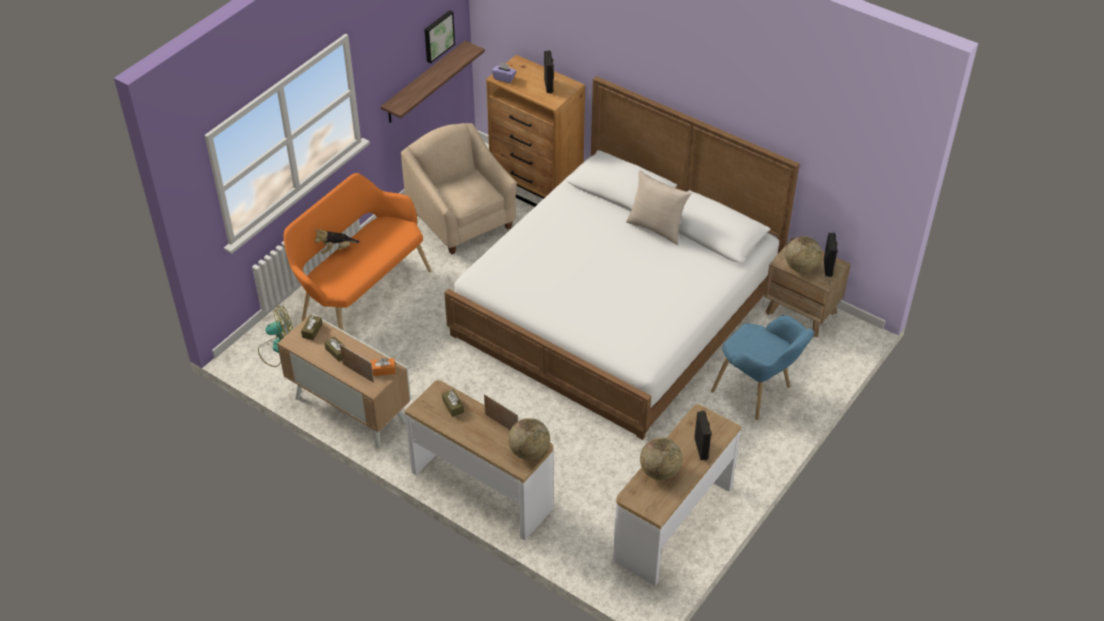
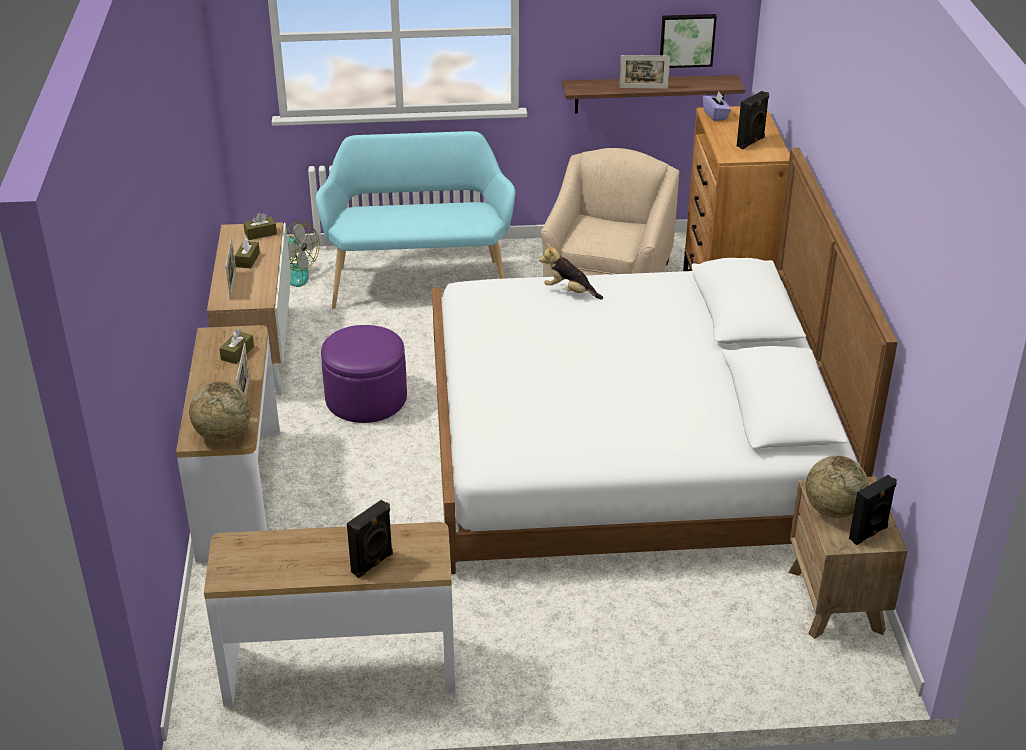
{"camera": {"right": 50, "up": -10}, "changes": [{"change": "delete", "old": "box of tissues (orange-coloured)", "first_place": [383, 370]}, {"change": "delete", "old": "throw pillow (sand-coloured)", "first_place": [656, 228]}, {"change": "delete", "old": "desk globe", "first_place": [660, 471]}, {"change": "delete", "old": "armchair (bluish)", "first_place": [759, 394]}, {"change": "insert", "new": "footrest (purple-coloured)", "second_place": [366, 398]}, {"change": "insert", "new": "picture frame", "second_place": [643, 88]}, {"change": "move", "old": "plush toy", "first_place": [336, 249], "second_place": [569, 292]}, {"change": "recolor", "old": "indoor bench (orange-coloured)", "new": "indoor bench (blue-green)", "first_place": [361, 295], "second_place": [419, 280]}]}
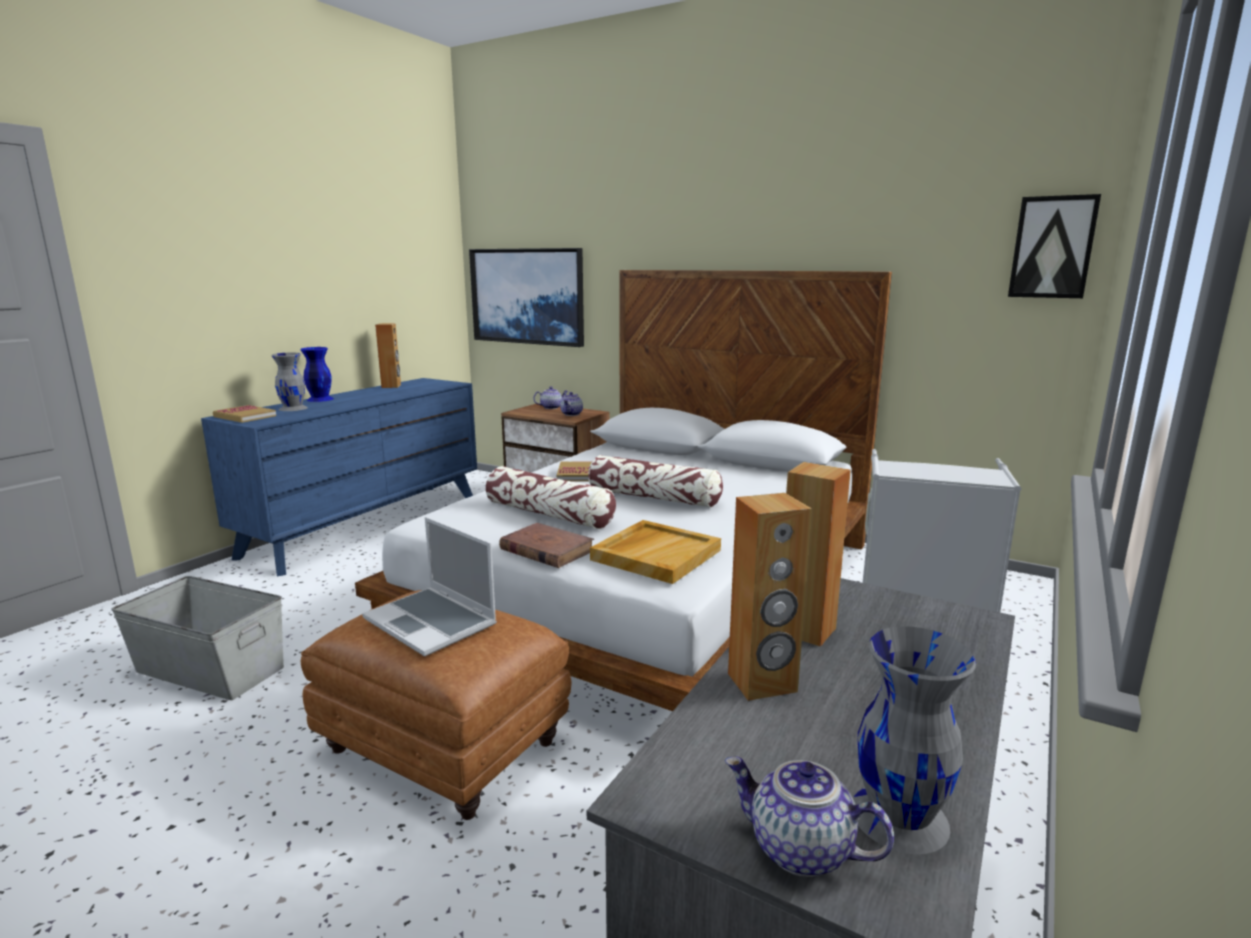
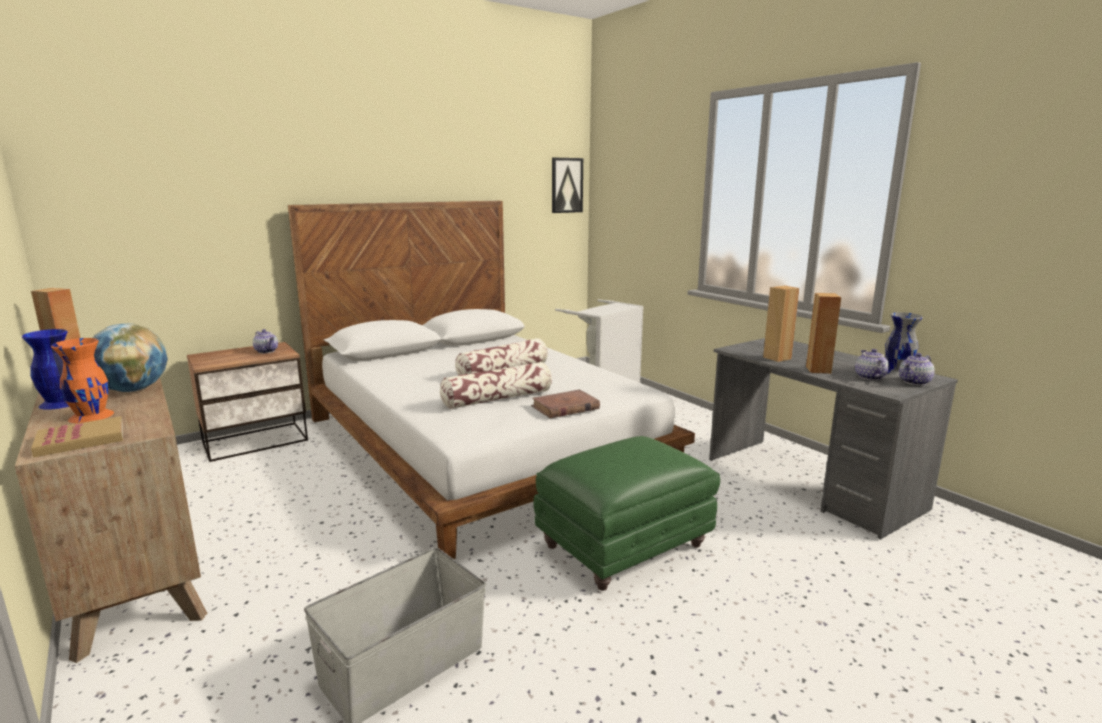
{"camera": {"right": -65, "up": 0}, "changes": [{"change": "delete", "old": "notebook computer", "first_place": [432, 622]}, {"change": "delete", "old": "picture", "first_place": [527, 296]}, {"change": "delete", "old": "book", "first_place": [577, 474]}, {"change": "delete", "old": "carrying tray (sand-coloured)", "first_place": [656, 554]}, {"change": "insert", "new": "desk globe", "second_place": [133, 390]}, {"change": "move", "old": "tea pot", "first_place": [551, 407], "second_place": [869, 377]}, {"change": "recolor", "old": "dresser (bluish)", "new": "dresser (brownish)", "first_place": [367, 525], "second_place": [134, 548]}, {"change": "recolor", "old": "vase (greyish)", "new": "vase (orange-coloured)", "first_place": [293, 408], "second_place": [91, 416]}, {"change": "recolor", "old": "footrest (brownish)", "new": "footrest (green)", "first_place": [446, 748], "second_place": [624, 546]}]}
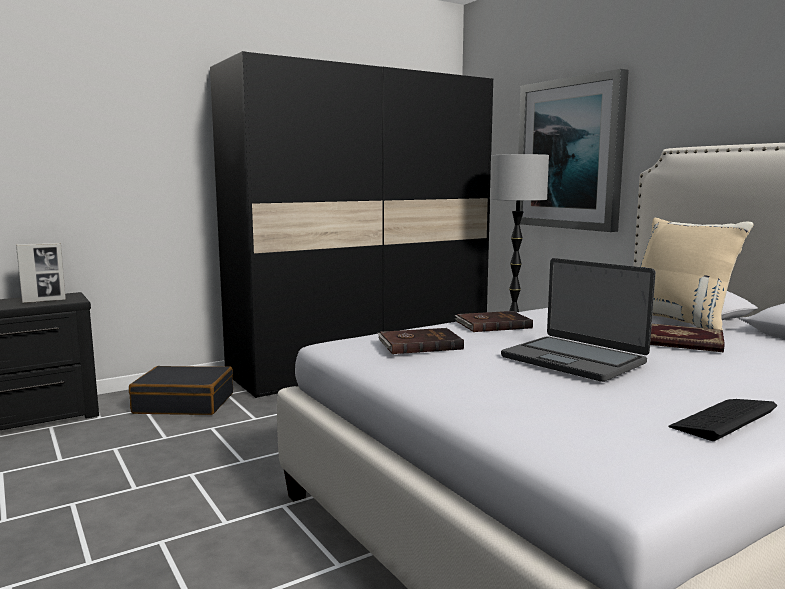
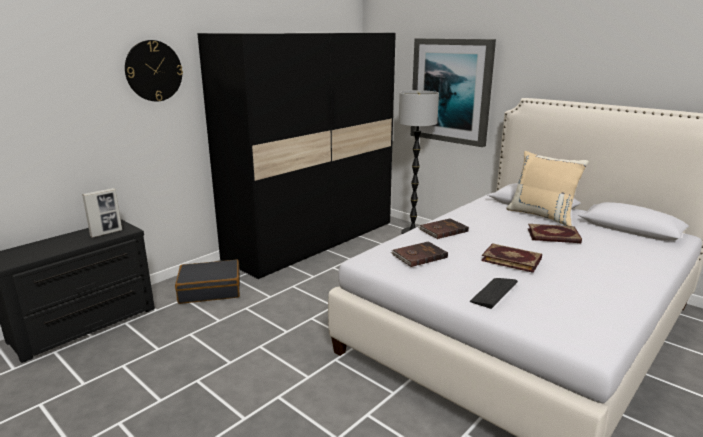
{"camera": {"right": -15, "up": 10}, "changes": [{"change": "insert", "new": "wall clock", "second_place": [154, 71]}, {"change": "move", "old": "PC keyboard", "first_place": [723, 419], "second_place": [494, 293]}, {"change": "replace", "old": "notebook computer", "new": "book", "first_place": [574, 360], "second_place": [511, 259]}]}
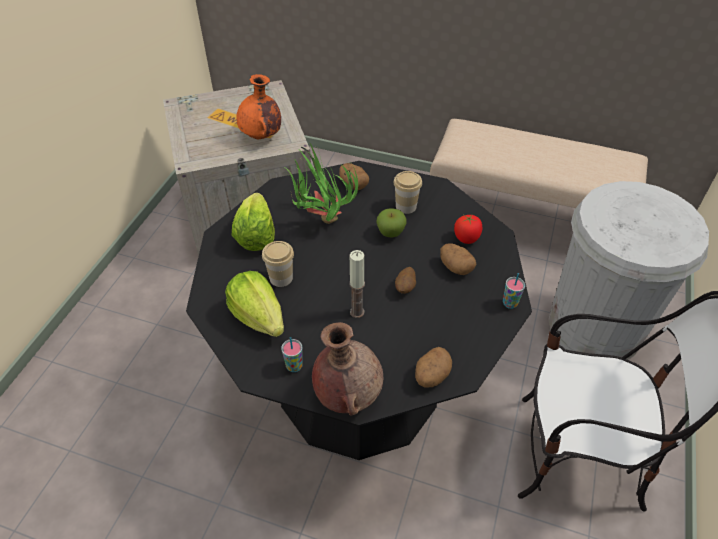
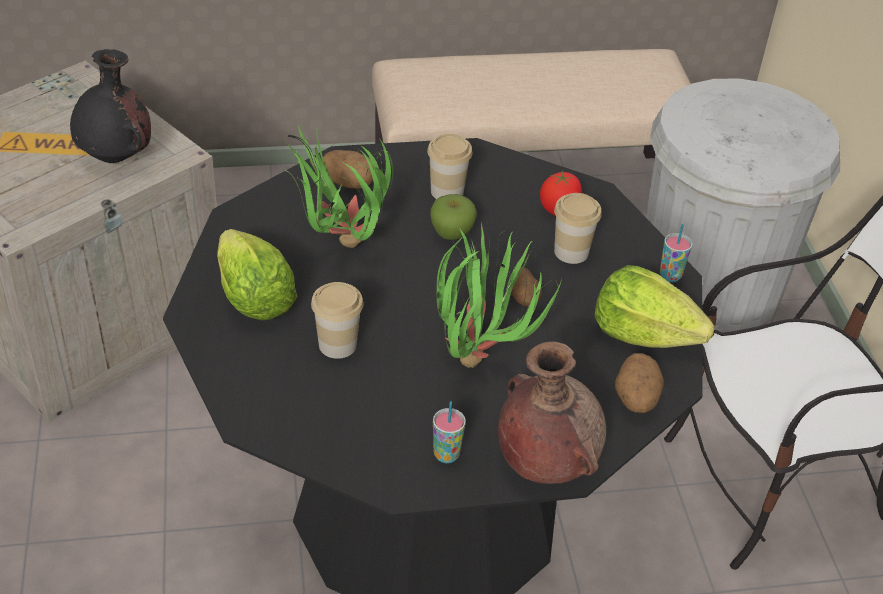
{"camera": {"right": -30, "up": -5}, "changes": [{"change": "move", "old": "lettuce", "first_place": [259, 317], "second_place": [643, 334]}, {"change": "replace", "old": "candle", "new": "potted plant", "first_place": [357, 312], "second_place": [481, 353]}, {"change": "replace", "old": "whole potato", "new": "cup", "first_place": [455, 267], "second_place": [571, 252]}, {"change": "recolor", "old": "vase (orange-coloured)", "new": "vase (black)", "first_place": [261, 136], "second_place": [117, 157]}]}
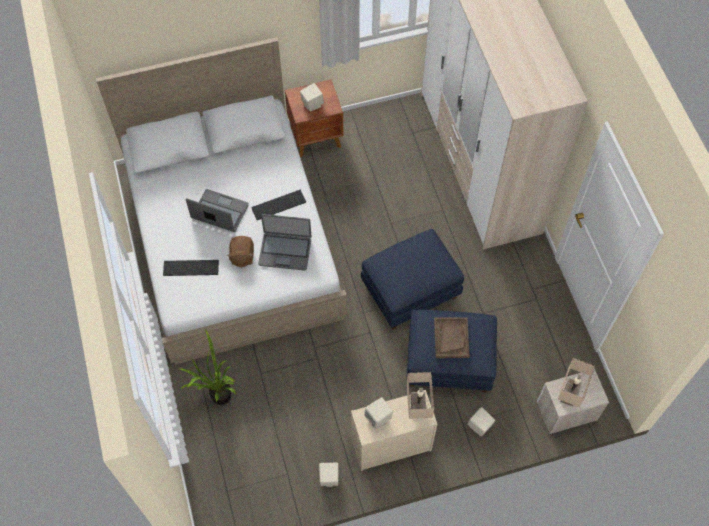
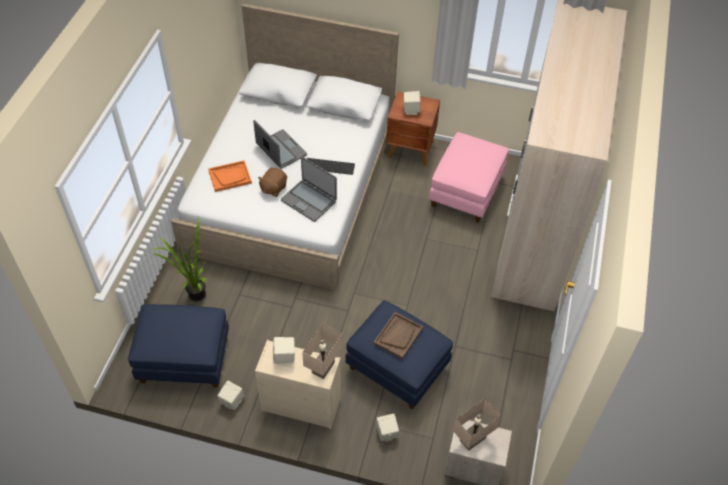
{"camera": {"right": 30, "up": -10}, "changes": [{"change": "insert", "new": "footrest (pink)", "second_place": [466, 192]}, {"change": "move", "old": "footrest (bluish)", "first_place": [410, 292], "second_place": [184, 360]}, {"change": "replace", "old": "PC keyboard", "new": "carrying tray (orange-coloured)", "first_place": [191, 267], "second_place": [230, 177]}]}
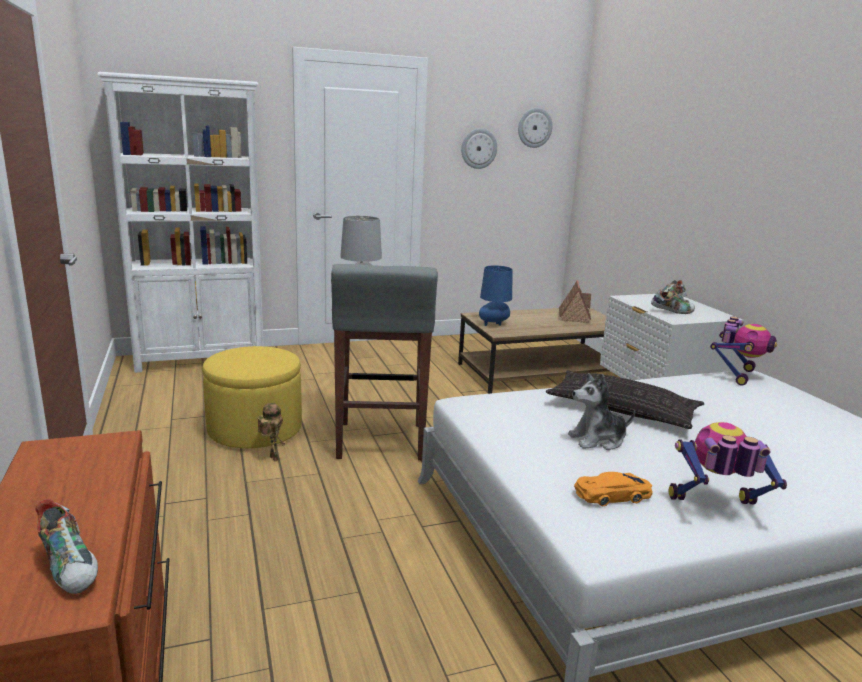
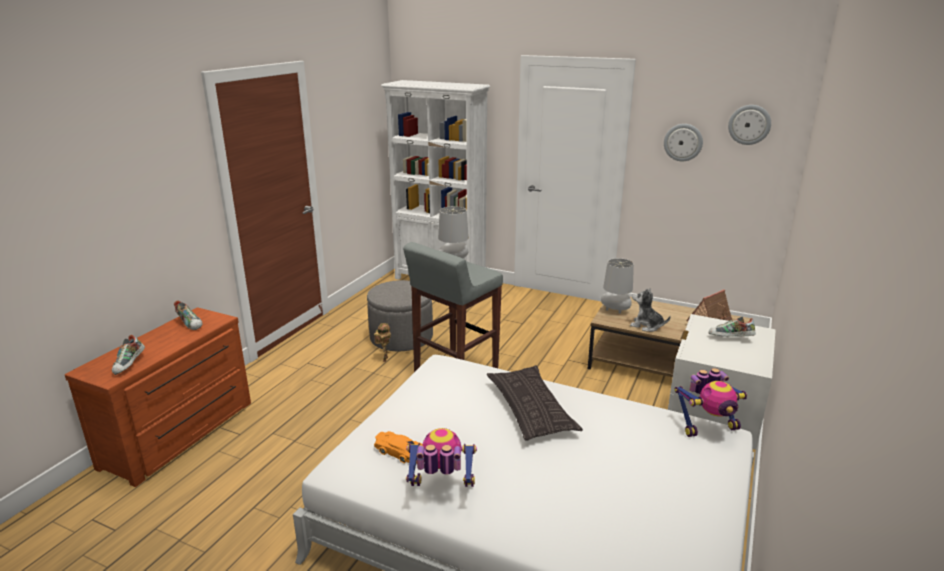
{"camera": {"right": 45, "up": 5}, "changes": [{"change": "move", "old": "plush toy", "first_place": [598, 440], "second_place": [646, 326]}, {"change": "move", "old": "item of footwear", "first_place": [671, 312], "second_place": [191, 324]}, {"change": "recolor", "old": "footrest (yellow-coloured)", "new": "footrest (greyish)", "first_place": [255, 429], "second_place": [401, 338]}, {"change": "recolor", "old": "table lamp (bluish)", "new": "table lamp (greyish)", "first_place": [493, 324], "second_place": [615, 311]}, {"change": "rotate", "old": "robot figure", "first_place": [715, 507], "second_place": [441, 491], "degrees": -45}]}
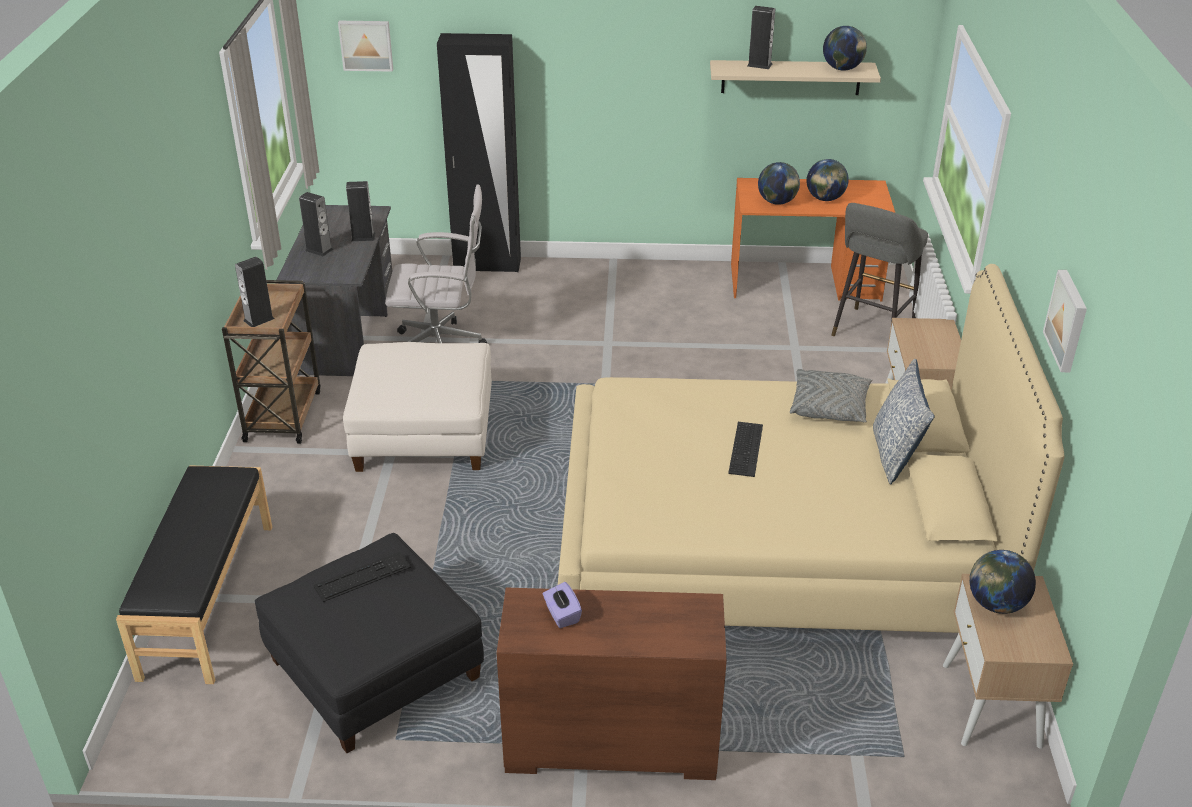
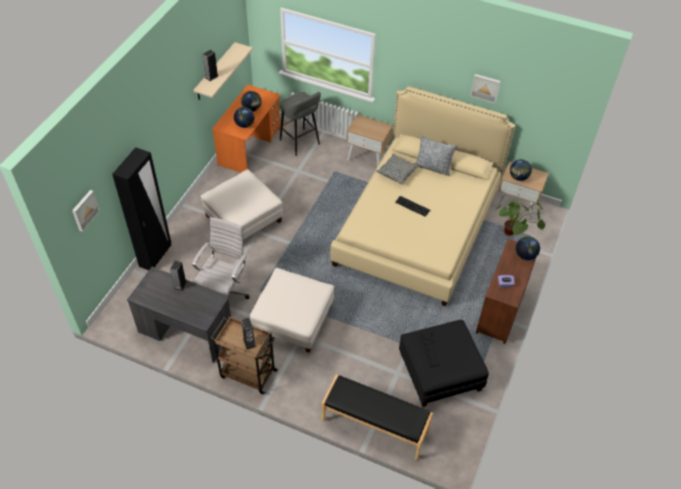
{"camera": {"right": -70, "up": 15}, "changes": [{"change": "delete", "old": "audio speaker", "first_place": [319, 250]}, {"change": "insert", "new": "footrest (whitish)", "second_place": [243, 218]}, {"change": "insert", "new": "potted plant", "second_place": [515, 233]}, {"change": "move", "old": "desk globe", "first_place": [842, 69], "second_place": [525, 255]}]}
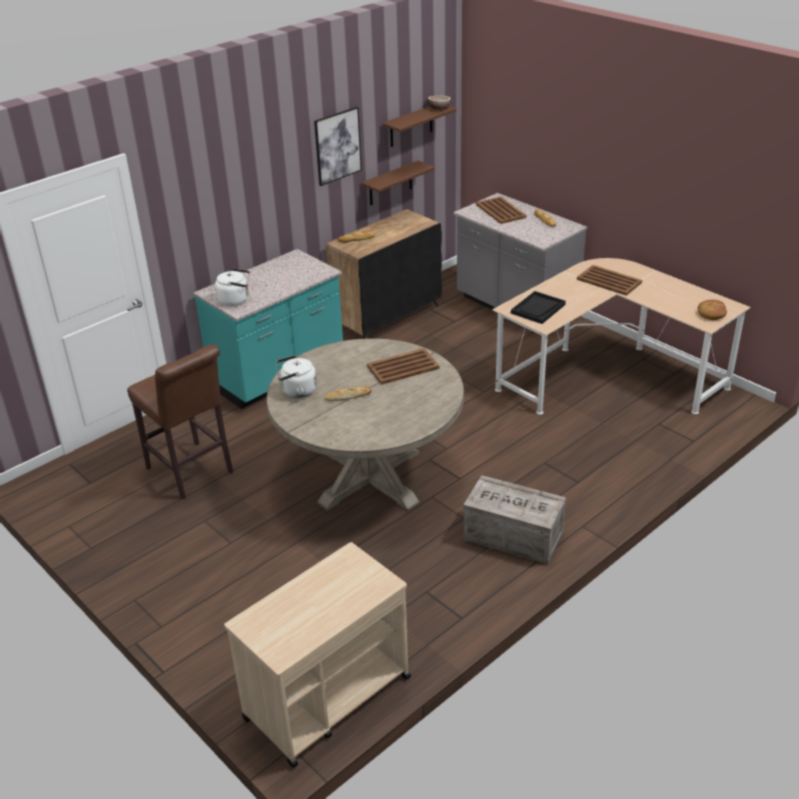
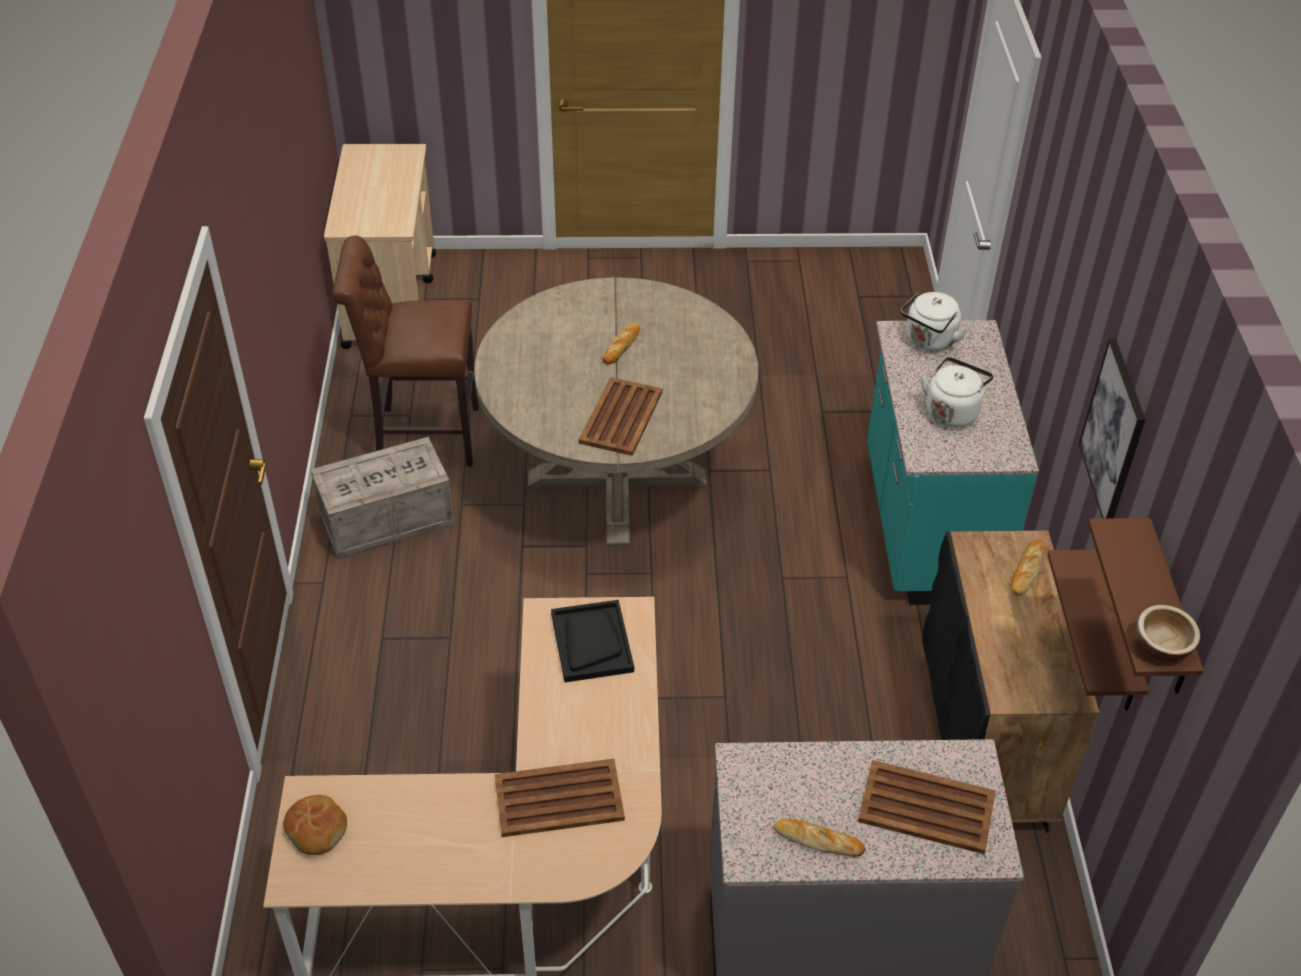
{"camera": {"right": 130, "up": 10}, "changes": [{"change": "move", "old": "stool seat (brownish)", "first_place": [192, 473], "second_place": [421, 436]}, {"change": "move", "old": "kettle (whitish)", "first_place": [297, 391], "second_place": [952, 411]}]}
